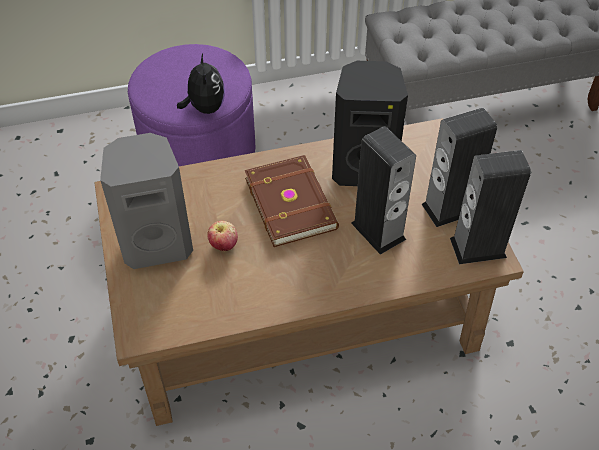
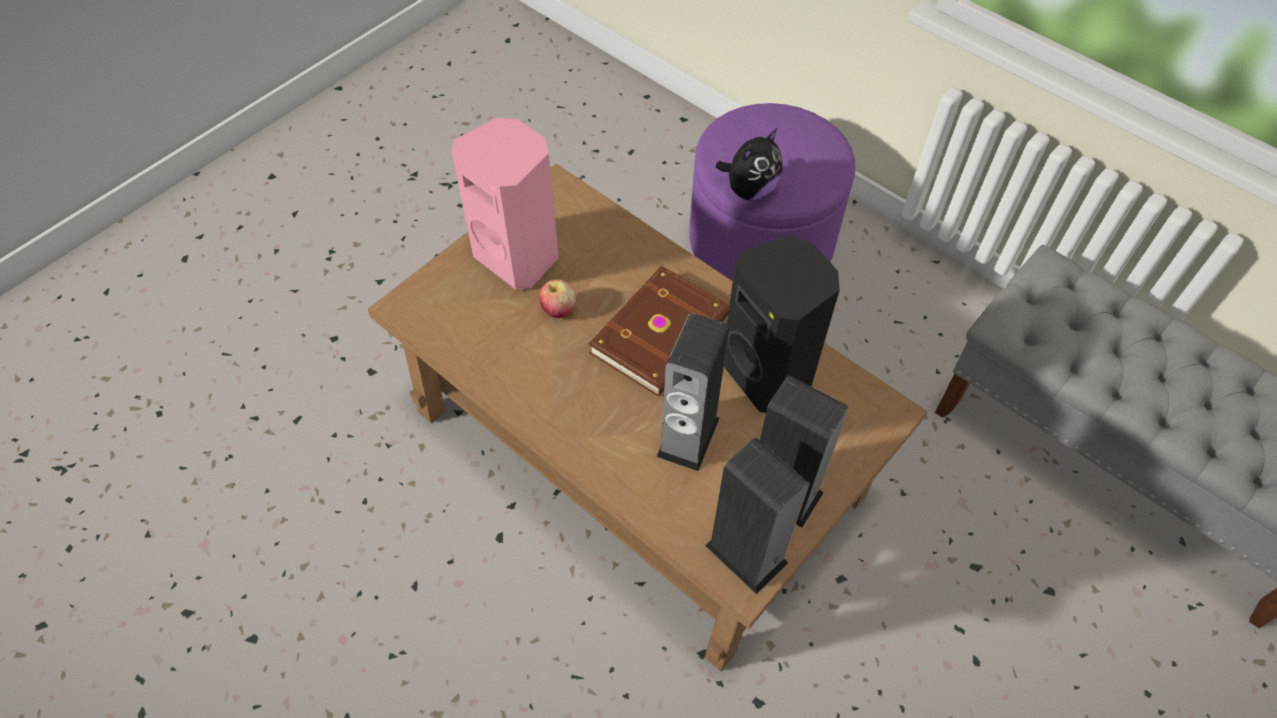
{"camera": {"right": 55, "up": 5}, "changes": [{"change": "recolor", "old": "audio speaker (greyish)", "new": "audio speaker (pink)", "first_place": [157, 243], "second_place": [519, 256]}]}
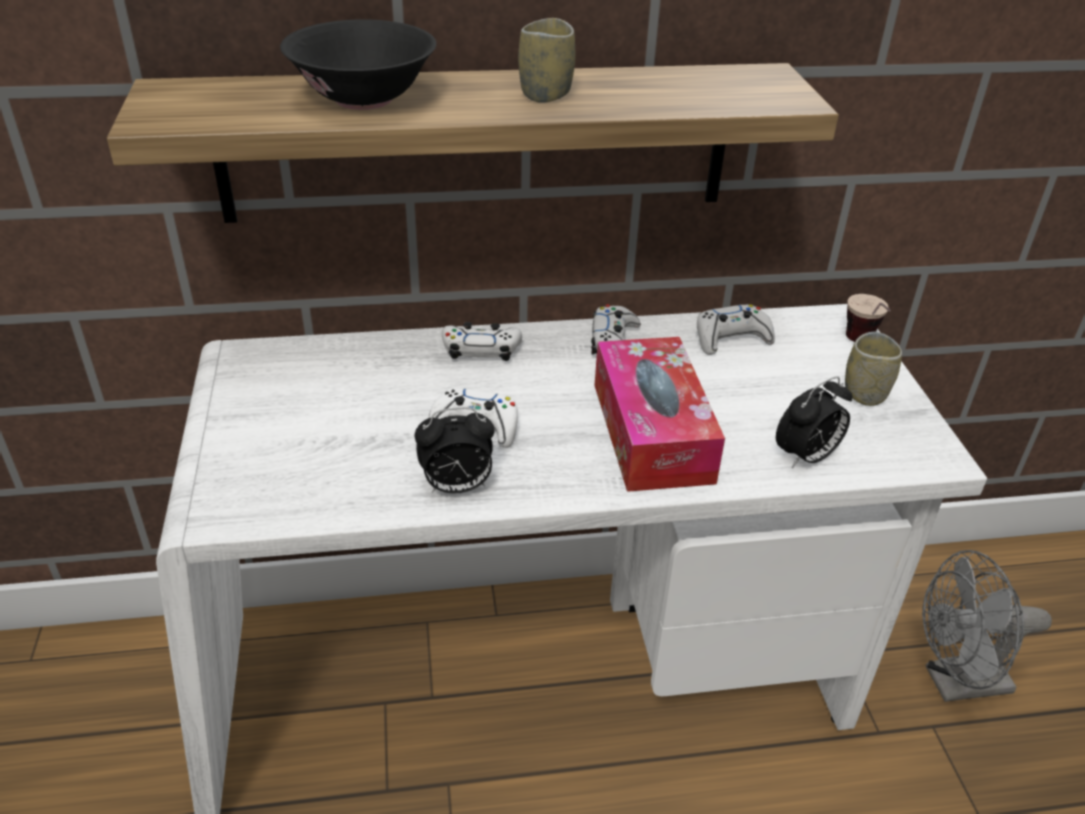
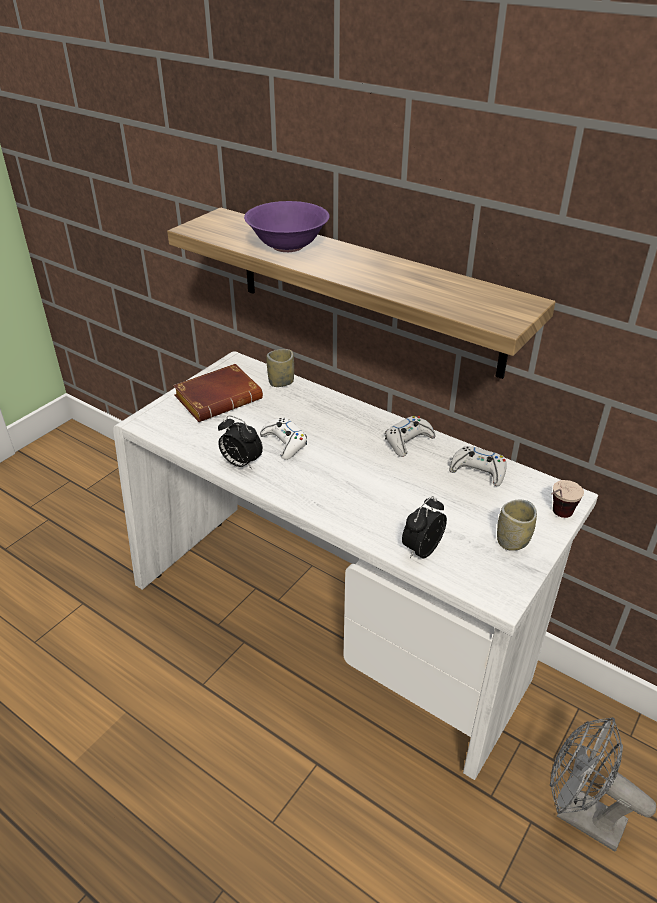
{"camera": {"right": 45, "up": 0}, "changes": [{"change": "delete", "old": "gamepad (whitish)", "first_place": [481, 350]}, {"change": "delete", "old": "box of tissues", "first_place": [651, 432]}, {"change": "insert", "new": "book (brownish)", "second_place": [219, 398]}, {"change": "move", "old": "cup", "first_place": [545, 94], "second_place": [281, 382]}, {"change": "recolor", "old": "deep dish (black)", "new": "deep dish (purple-coloured)", "first_place": [364, 99], "second_place": [288, 246]}, {"change": "rotate", "old": "bedside clock", "first_place": [806, 457], "second_place": [421, 549], "degrees": 120}]}
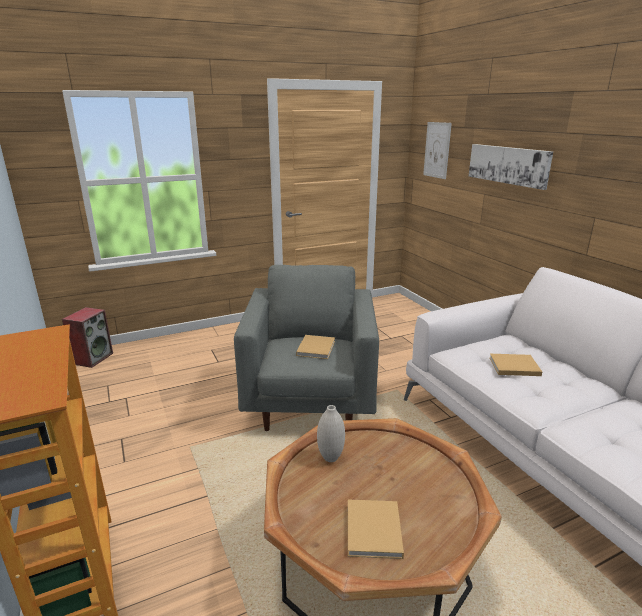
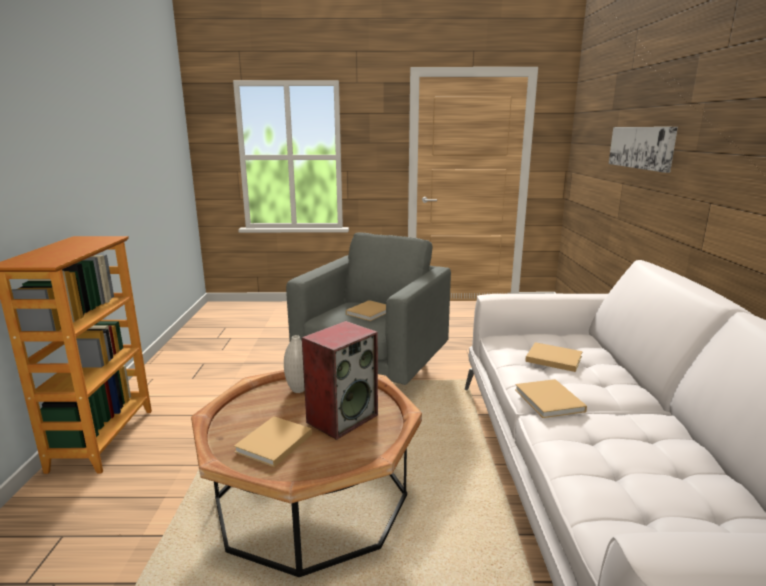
{"camera": {"right": 25, "up": -5}, "changes": [{"change": "delete", "old": "picture", "first_place": [437, 150]}, {"change": "insert", "new": "book (sand-coloured)", "second_place": [550, 401]}, {"change": "move", "old": "audio speaker", "first_place": [93, 358], "second_place": [342, 418]}]}
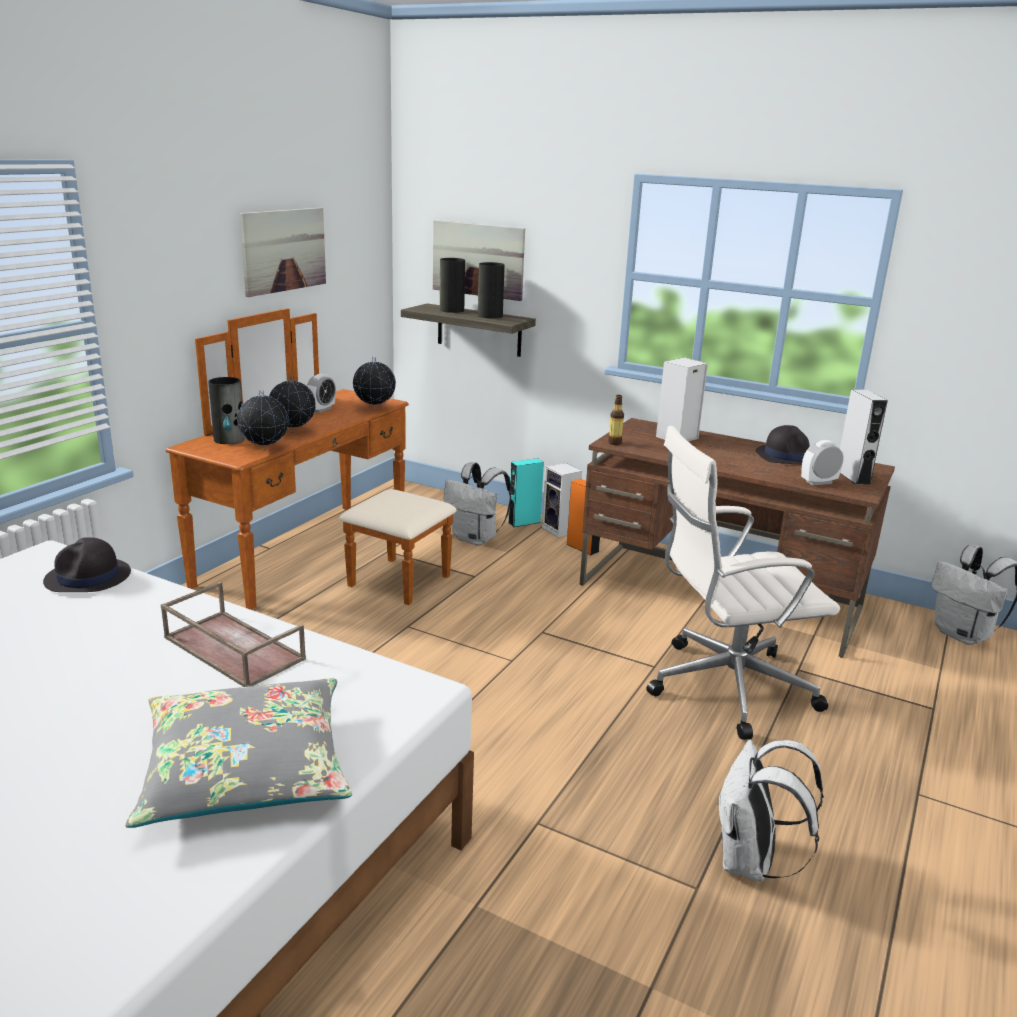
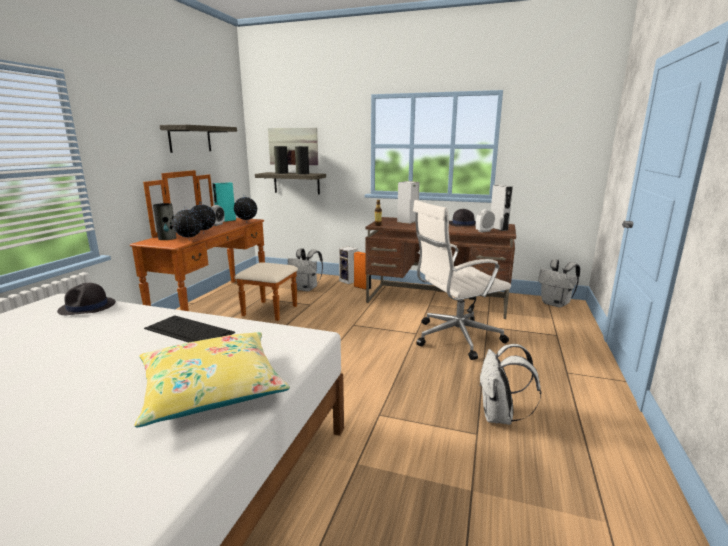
{"camera": {"right": -10, "up": -5}, "changes": [{"change": "move", "old": "audio speaker (blue-green)", "first_place": [524, 522], "second_place": [226, 220]}, {"change": "replace", "old": "carrying tray (brownish)", "new": "PC keyboard", "first_place": [231, 648], "second_place": [188, 330]}, {"change": "replace", "old": "picture", "new": "shelf", "first_place": [284, 250], "second_place": [190, 139]}, {"change": "recolor", "old": "throw pillow (greyish)", "new": "throw pillow (yellow-coloured)", "first_place": [246, 769], "second_place": [212, 388]}]}
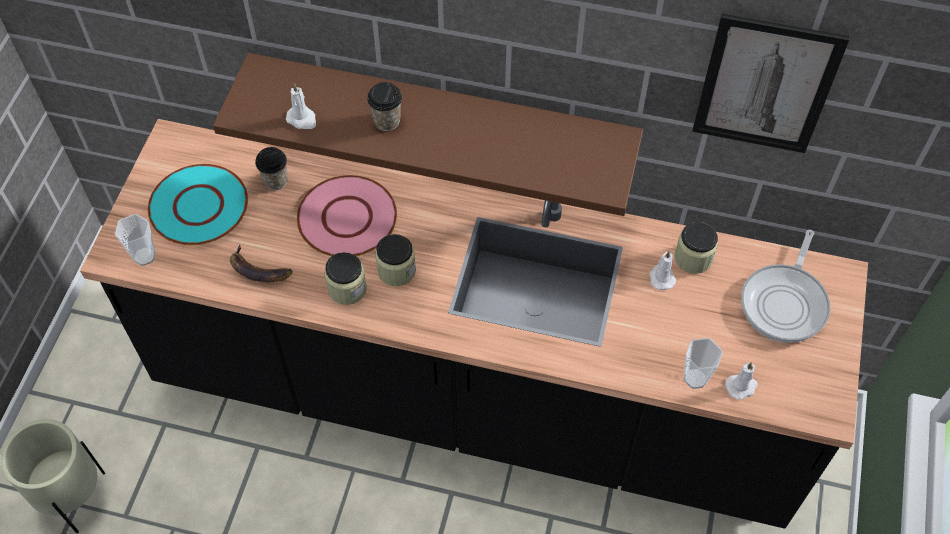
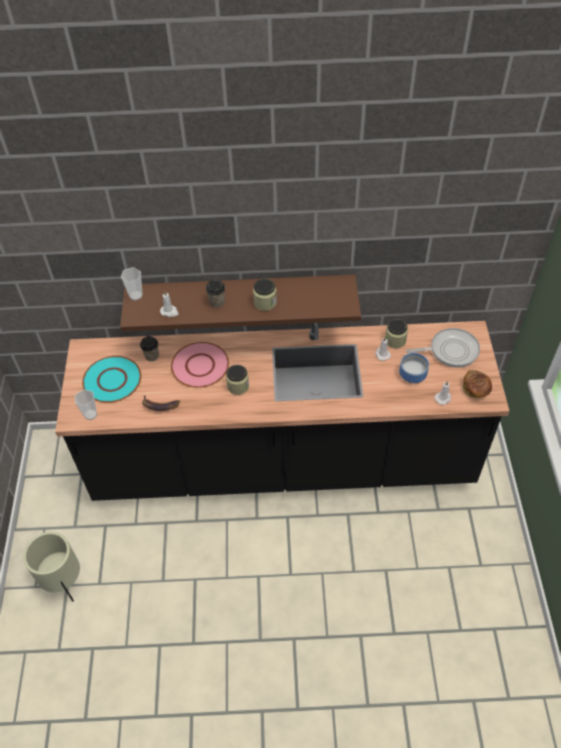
{"camera": {"right": -15, "up": -5}, "changes": [{"change": "delete", "old": "picture", "first_place": [765, 85]}, {"change": "insert", "new": "deep dish", "second_place": [411, 375]}, {"change": "insert", "new": "bread", "second_place": [475, 390]}, {"change": "move", "old": "jar", "first_place": [347, 288], "second_place": [265, 302]}, {"change": "move", "old": "cup", "first_place": [695, 378], "second_place": [136, 296]}, {"change": "rotate", "old": "frying pan", "first_place": [785, 302], "second_place": [450, 350], "degrees": -105}]}
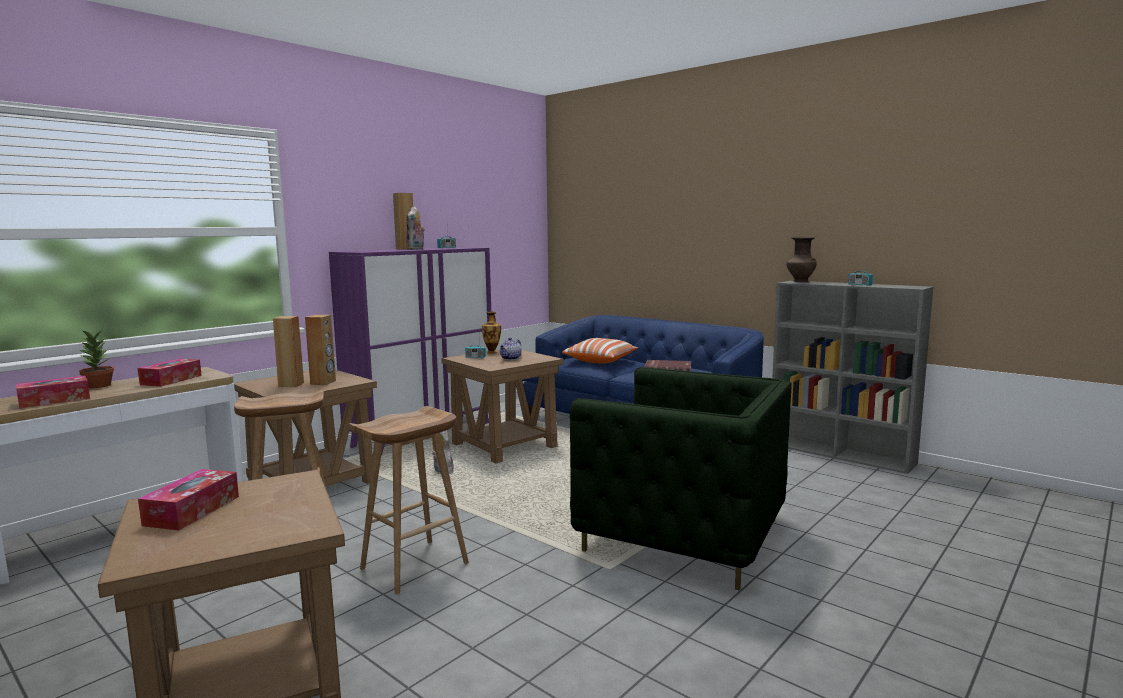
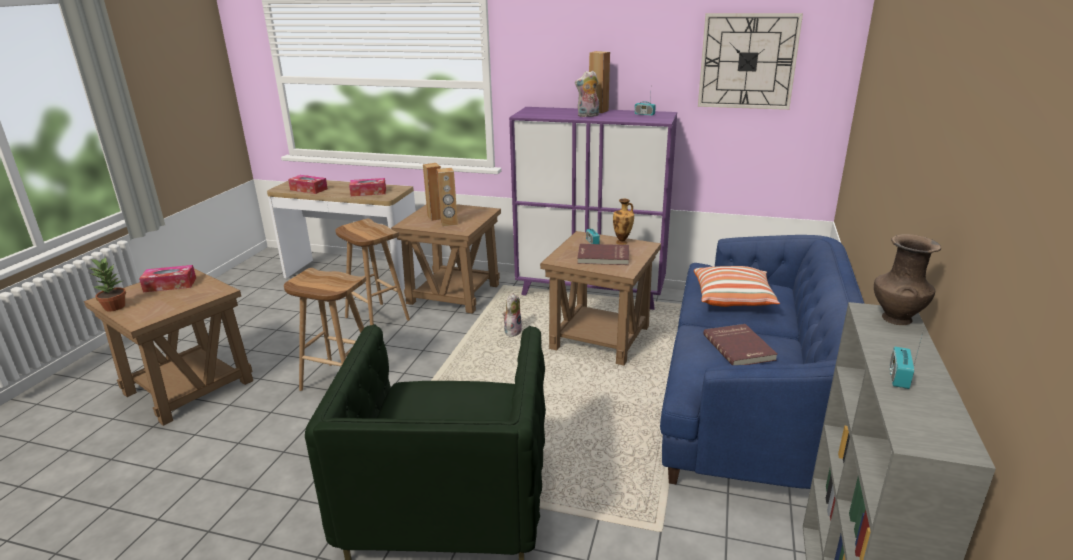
{"camera": {"right": 65, "up": 15}, "changes": [{"change": "insert", "new": "wall clock", "second_place": [747, 61]}, {"change": "move", "old": "potted plant", "first_place": [98, 386], "second_place": [115, 307]}, {"change": "replace", "old": "tea pot", "new": "book (red)", "first_place": [511, 358], "second_place": [603, 257]}]}
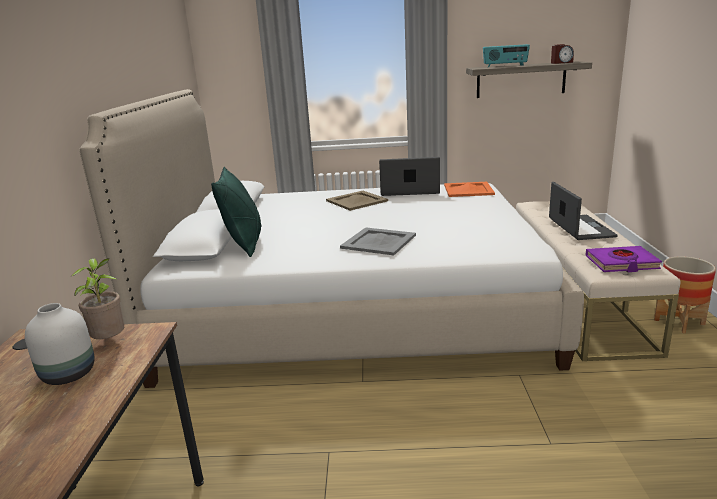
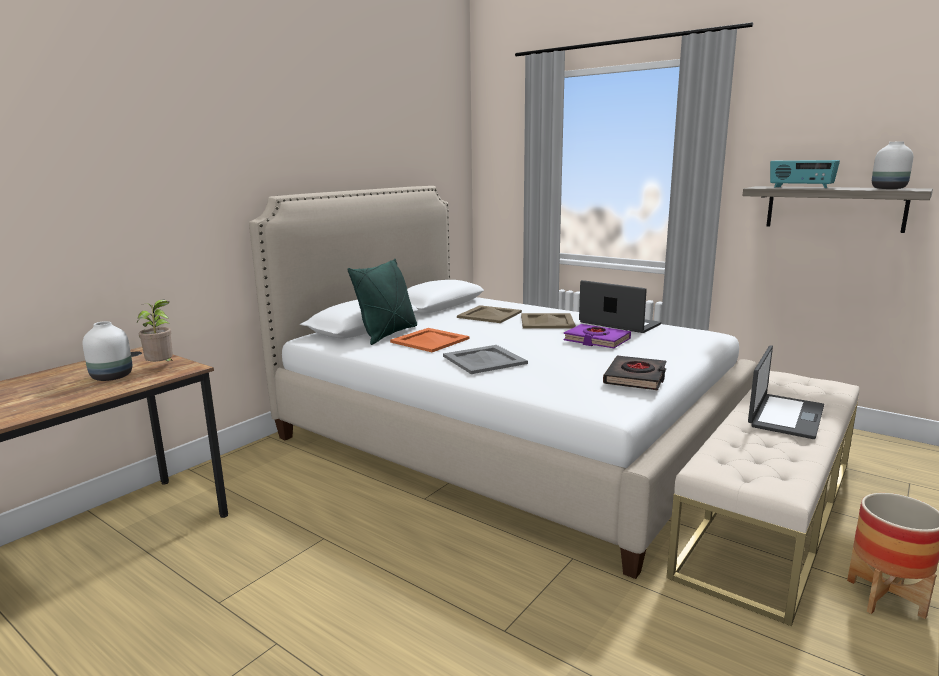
{"camera": {"right": 35, "up": -5}, "changes": [{"change": "insert", "new": "carrying tray (sand-coloured)", "second_place": [489, 315]}, {"change": "insert", "new": "book (black)", "second_place": [636, 378]}, {"change": "move", "old": "carrying tray (orange-coloured)", "first_place": [468, 189], "second_place": [430, 340]}, {"change": "move", "old": "book (purple-coloured)", "first_place": [621, 263], "second_place": [596, 340]}, {"change": "replace", "old": "bedside clock", "new": "vase (whitish)", "first_place": [561, 63], "second_place": [889, 189]}]}
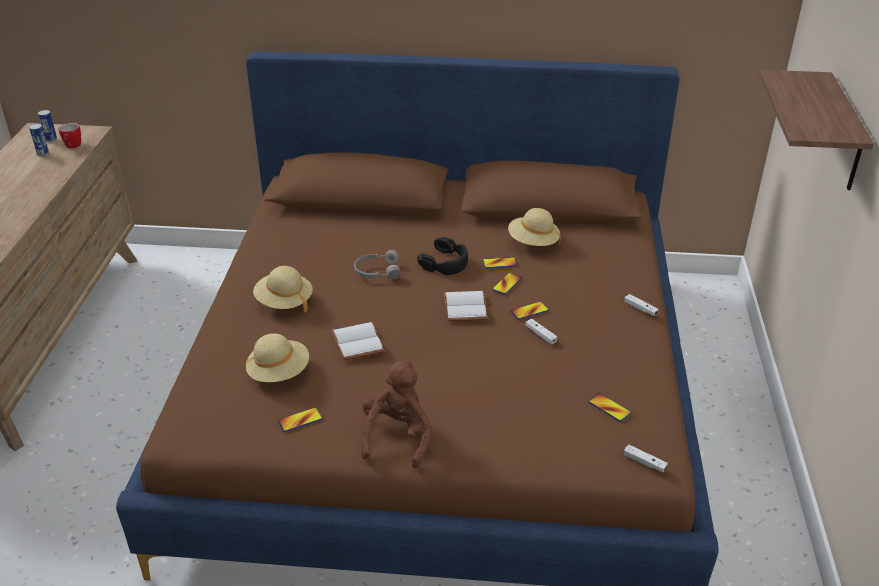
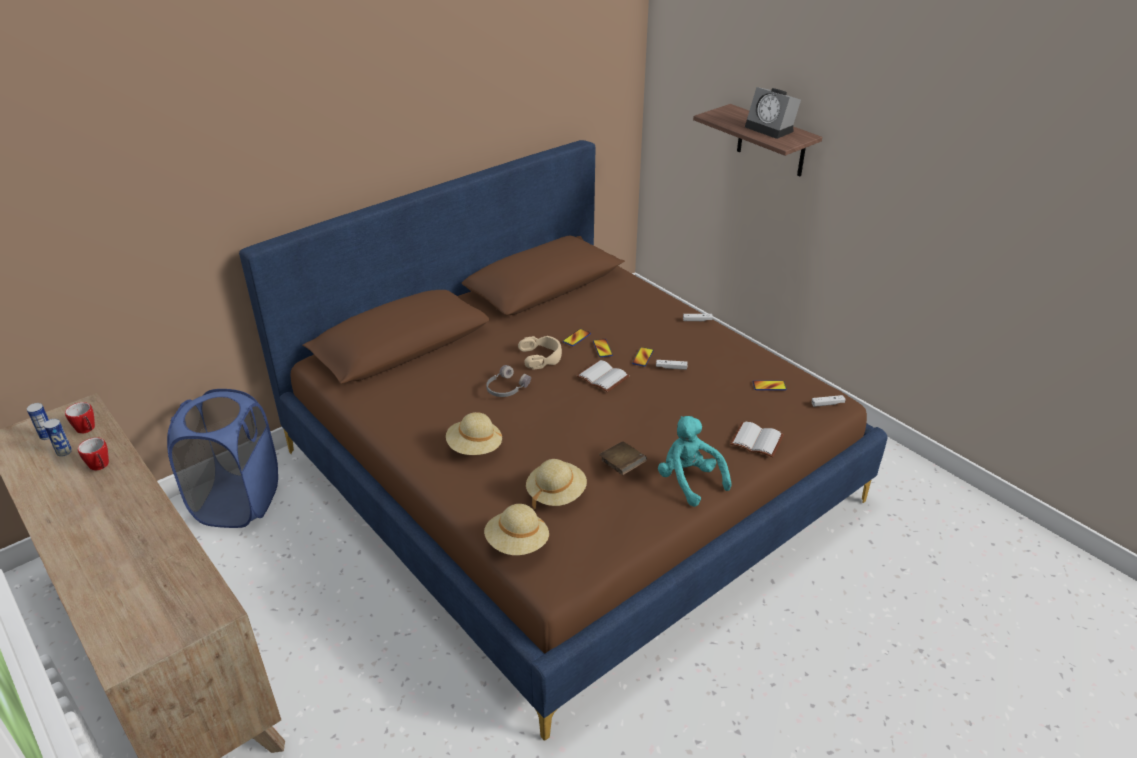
{"camera": {"right": -45, "up": 0}, "changes": [{"change": "delete", "old": "phone", "first_place": [300, 420]}, {"change": "insert", "new": "coffee mug", "second_place": [100, 466]}, {"change": "insert", "new": "laundry basket (bluish)", "second_place": [238, 502]}, {"change": "insert", "new": "book (brownish)", "second_place": [622, 466]}, {"change": "insert", "new": "bedside clock", "second_place": [771, 129]}, {"change": "move", "old": "book (whitish)", "first_place": [359, 342], "second_place": [758, 440]}, {"change": "move", "old": "clothing hat (sand-coloured)", "first_place": [533, 242], "second_place": [517, 543]}, {"change": "recolor", "old": "plush toy (brownish)", "new": "plush toy (blue-green)", "first_place": [397, 437], "second_place": [689, 481]}, {"change": "recolor", "old": "pair of headphones (black)", "new": "pair of headphones (sand-coloured)", "first_place": [445, 263], "second_place": [541, 357]}]}
